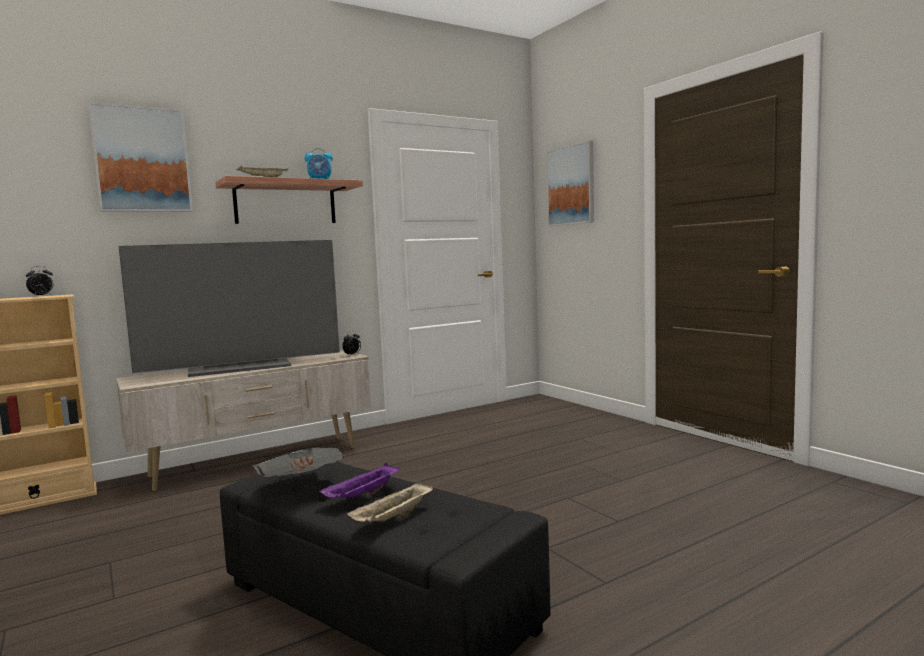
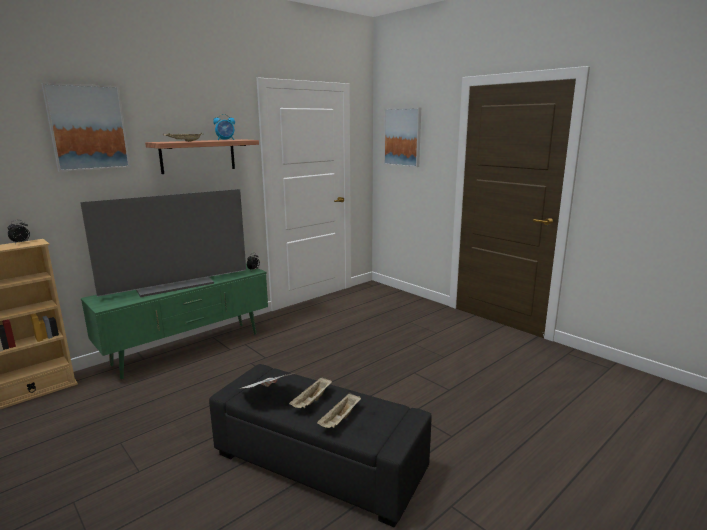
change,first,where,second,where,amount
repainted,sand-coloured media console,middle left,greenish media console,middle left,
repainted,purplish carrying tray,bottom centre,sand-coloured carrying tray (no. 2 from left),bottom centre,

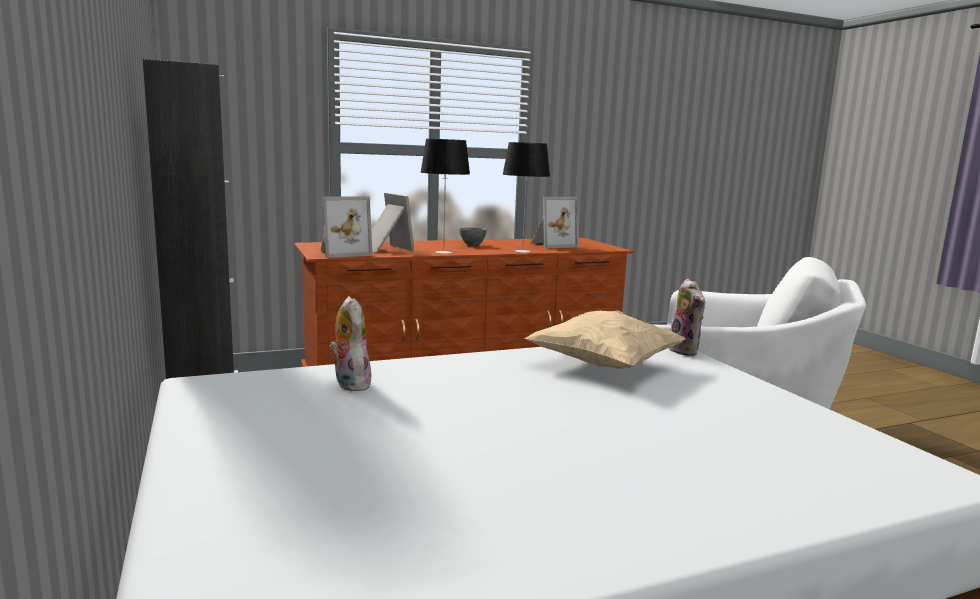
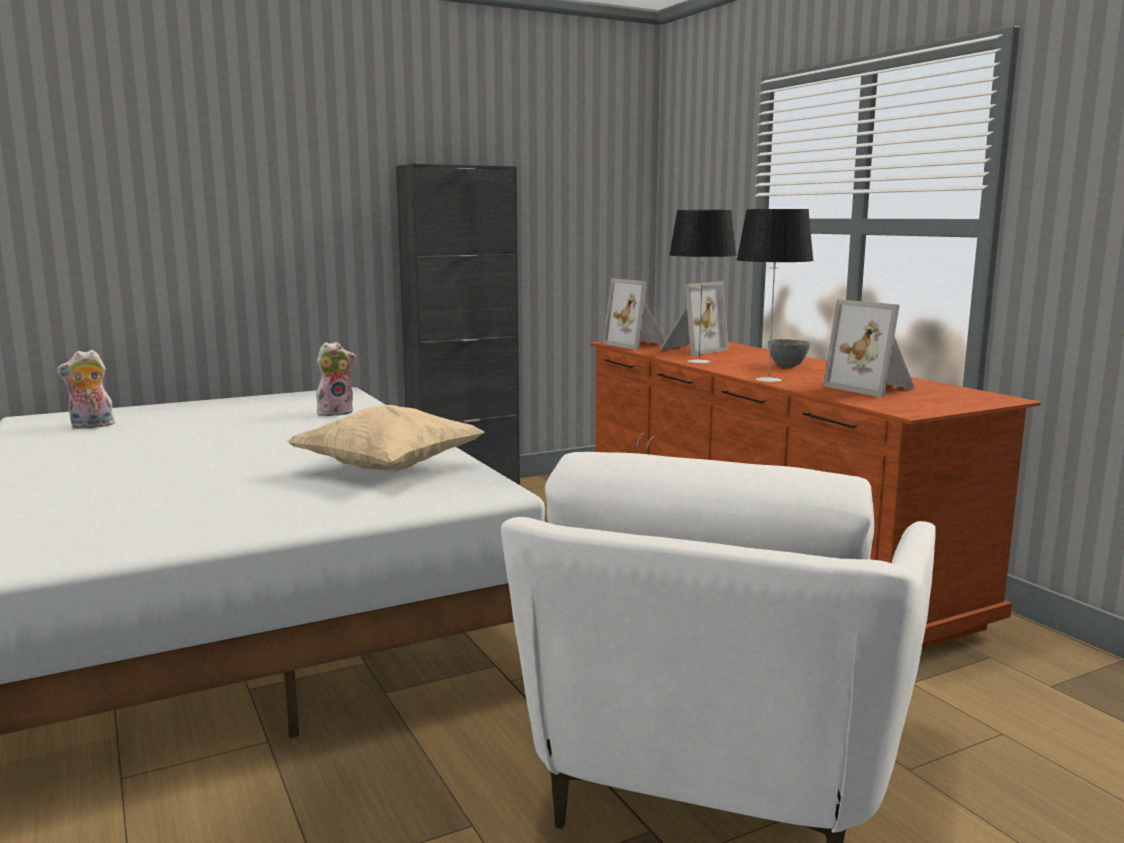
change,first,where,second,where,amount
shifted,cuddly toy (no. 2 from left in the first image),middle right,cuddly toy (no. 1 from left),middle left,

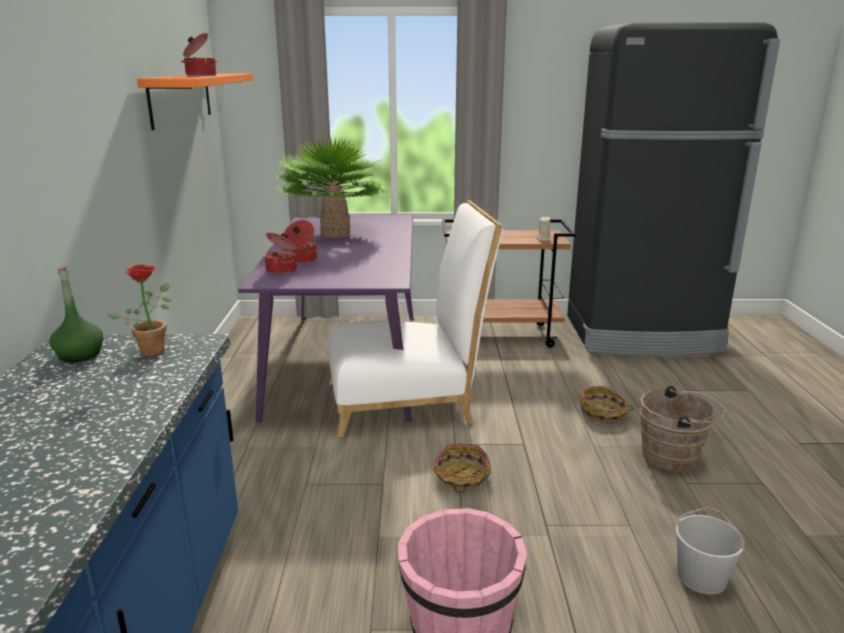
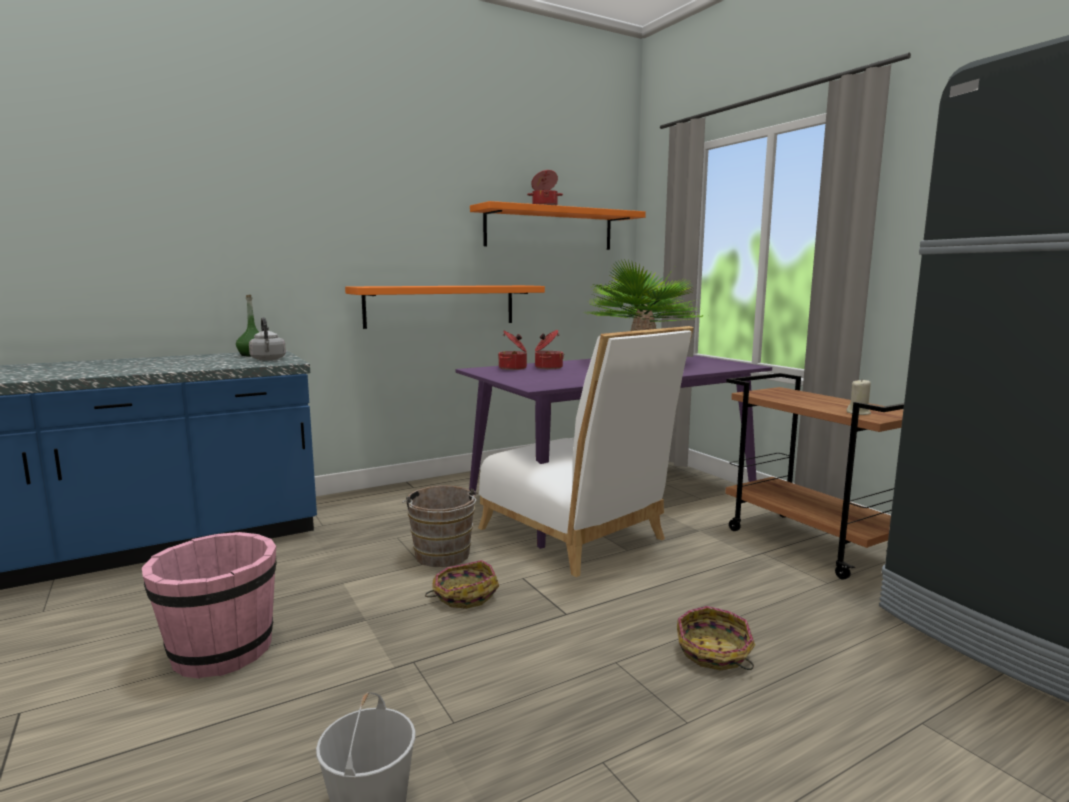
change,first,where,second,where,amount
swapped,potted plant (no. 1 from left),middle left,greyish water kettle,middle left,
shifted,brown water bucket,bottom right,,centre,
new,,,orange wall shelf (no. 1 from left),centre,

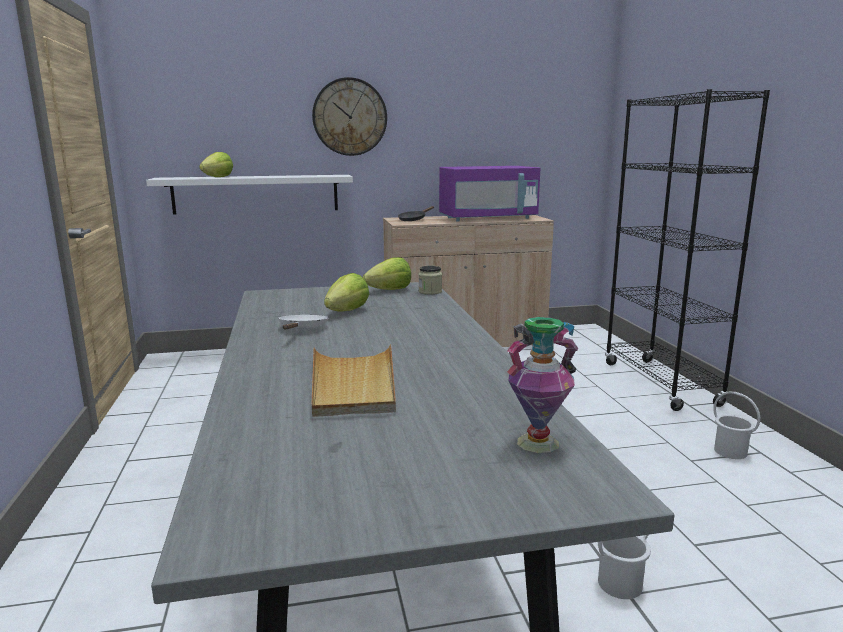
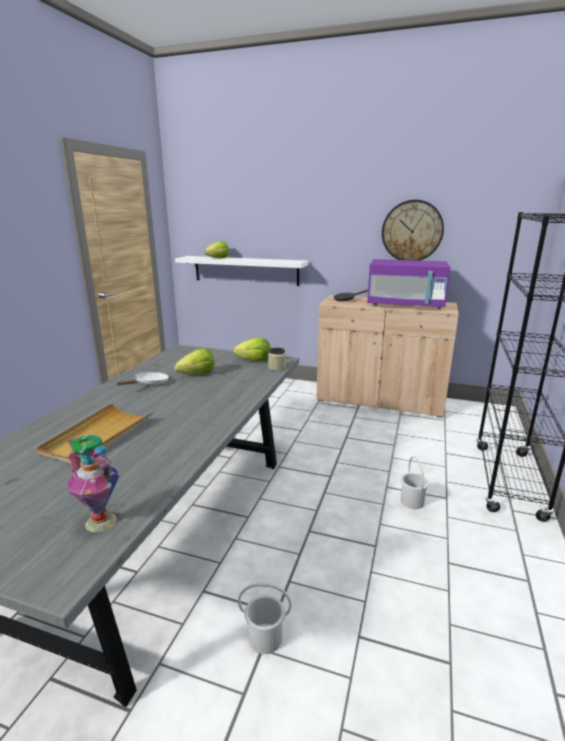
change,first,where,second,where,amount
shifted,clock on the wall,top centre,,top right,
shifted,white-coloured water bucket (no. 2 from left),bottom right,,middle right,

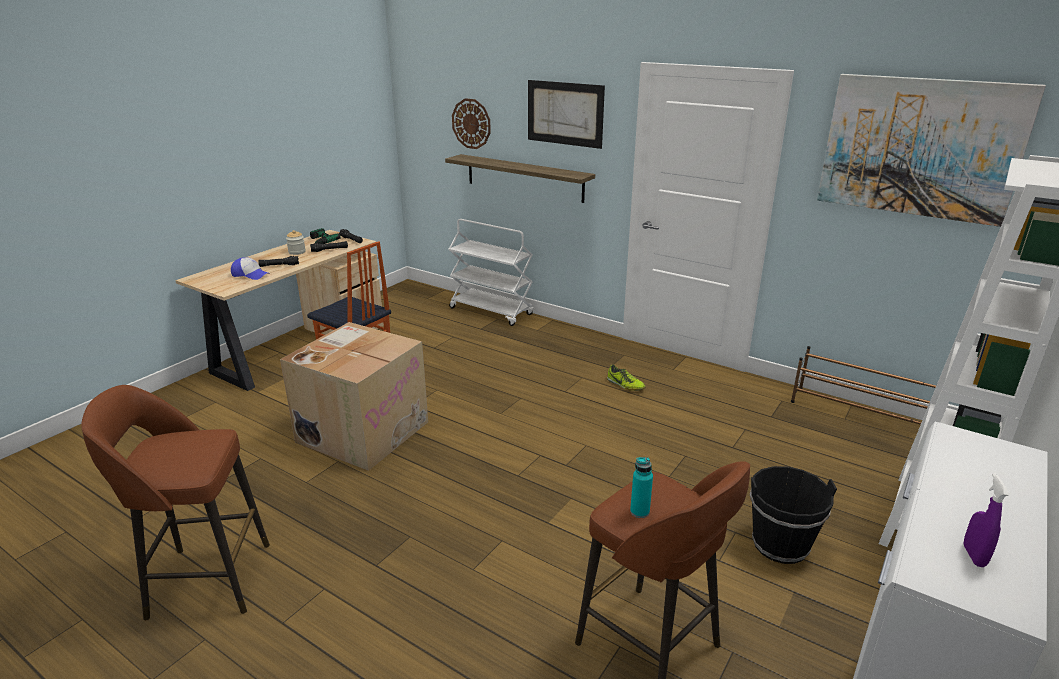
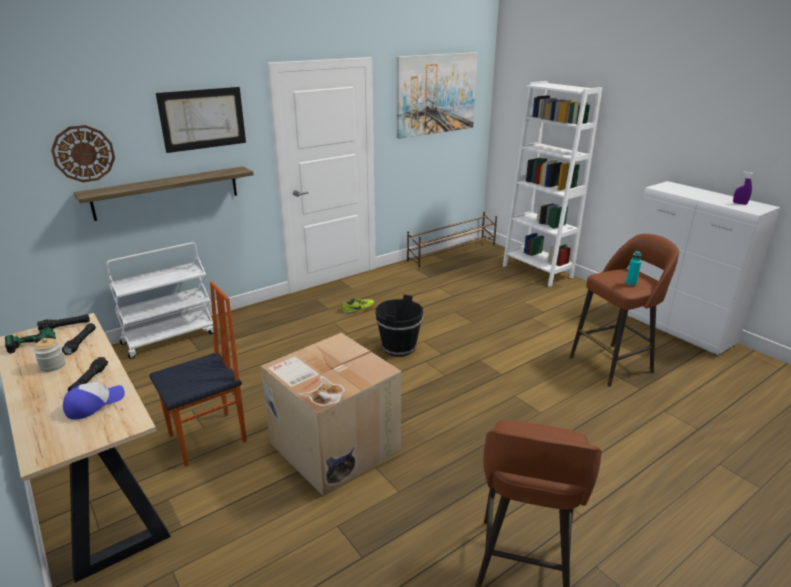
change,first,where,second,where,amount
shifted,black-coloured water bucket,bottom right,,centre,

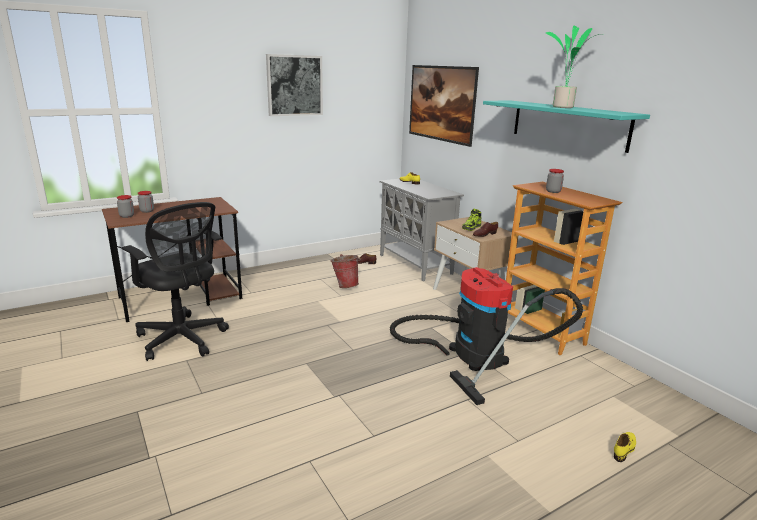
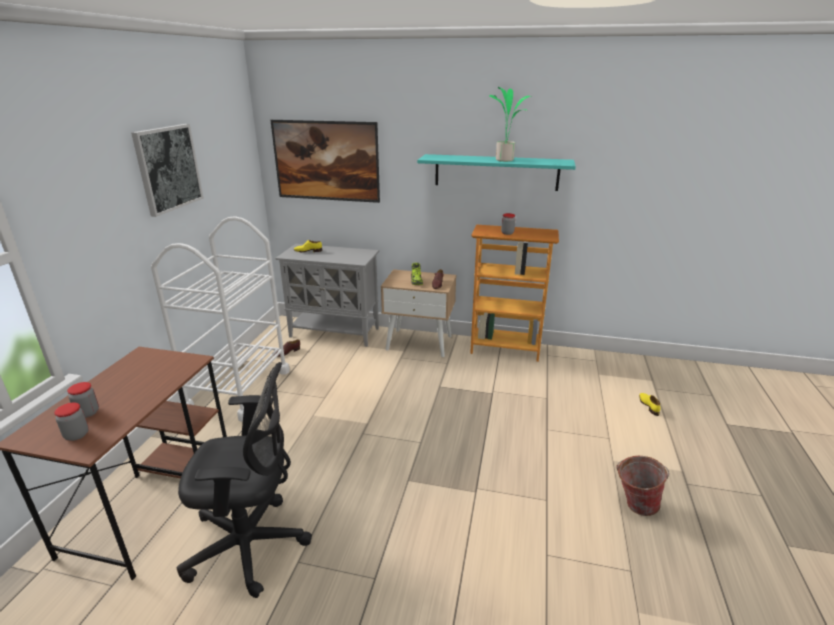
change,first,where,second,where,amount
shifted,water bucket,centre,,bottom right,
gone,vacuum,centre,,,
new,,,white-coloured wheeled cart,middle left,

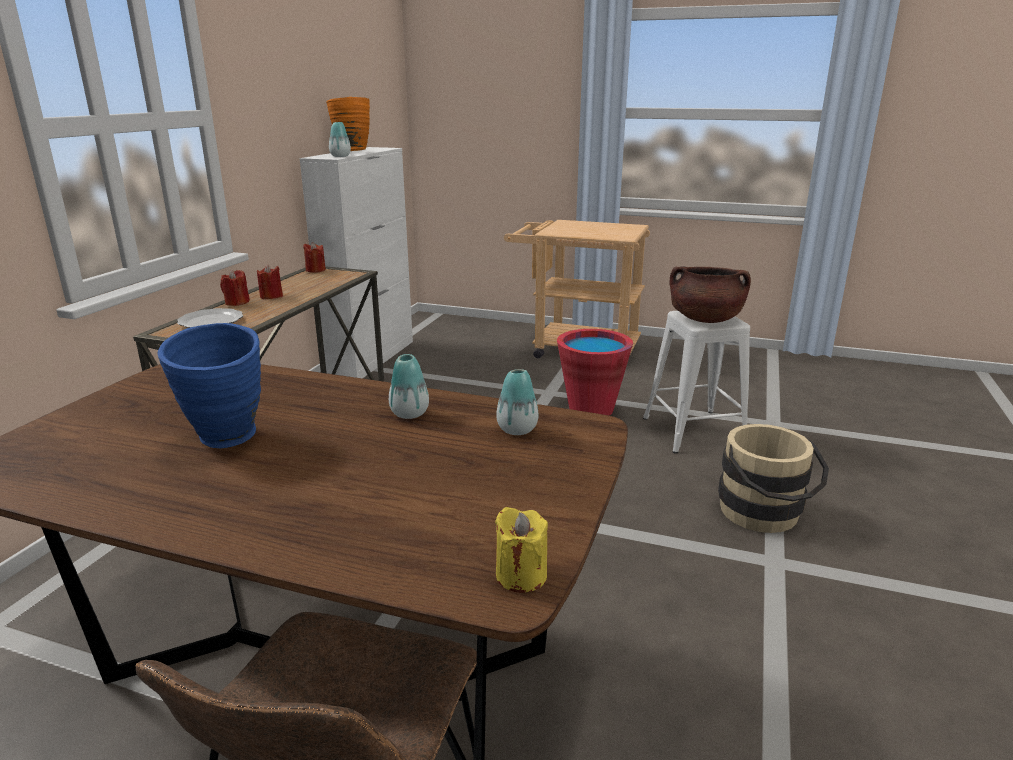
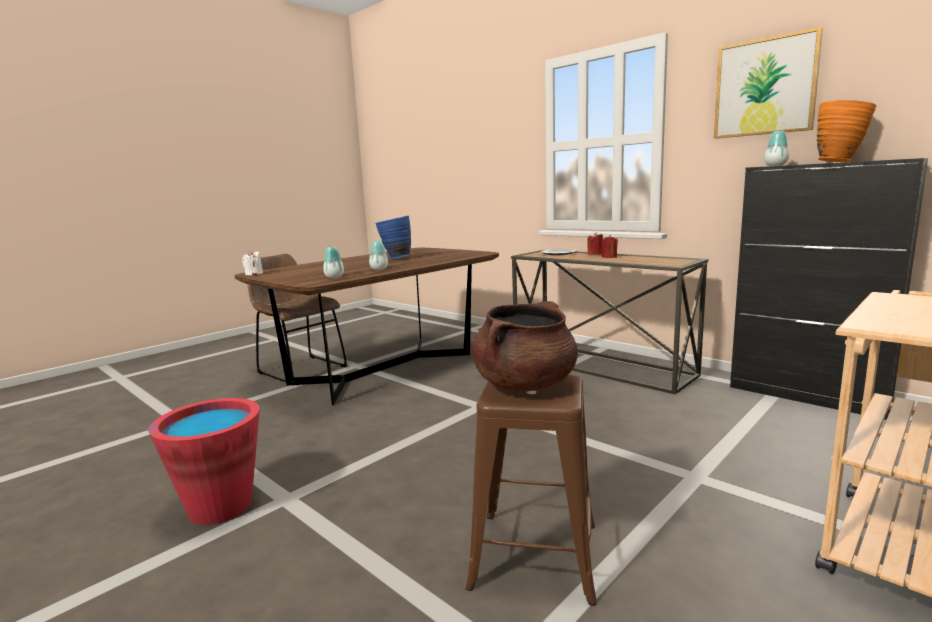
change,first,where,second,where,amount
repainted,white-coloured storage cabinet,centre,black-coloured storage cabinet,middle right,
gone,reddish candle (no. 3 from left),middle left,,,
repainted,white-coloured stool,middle right,brown stool,bottom centre,
shifted,reddish water bucket,centre,,bottom left,
gone,sand-coloured water bucket,middle right,,,
repainted,yellow-coloured candle,bottom centre,white-coloured candle,middle left,
new,,,wall art,top right,

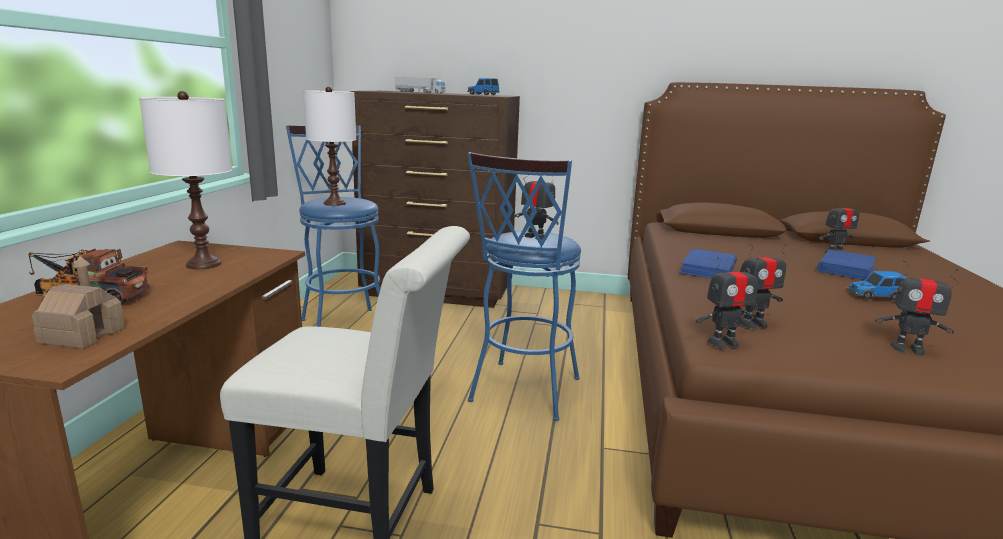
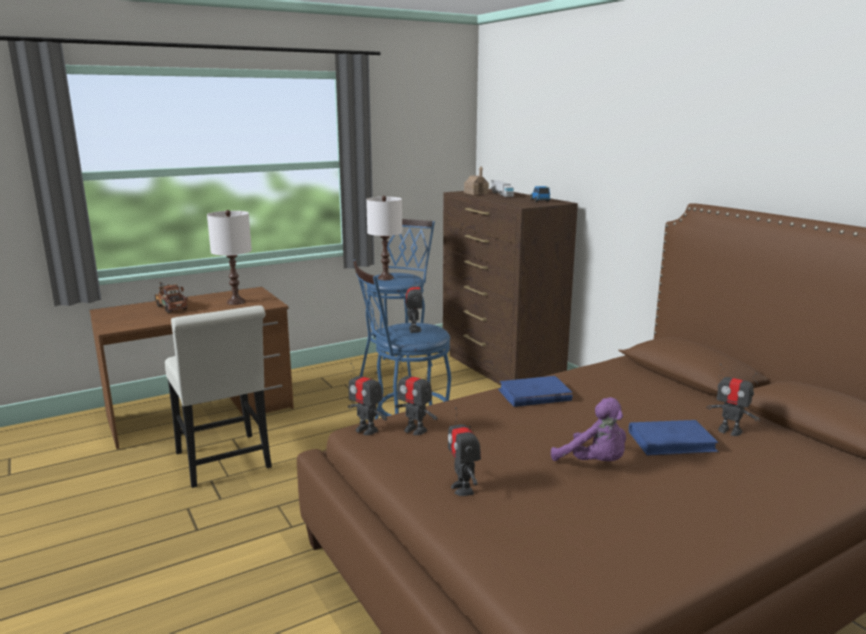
change,first,where,second,where,amount
shifted,miniature house,middle left,,top centre,
swapped,toy car (no. 2 from left),middle right,purplish cuddly toy,bottom right,

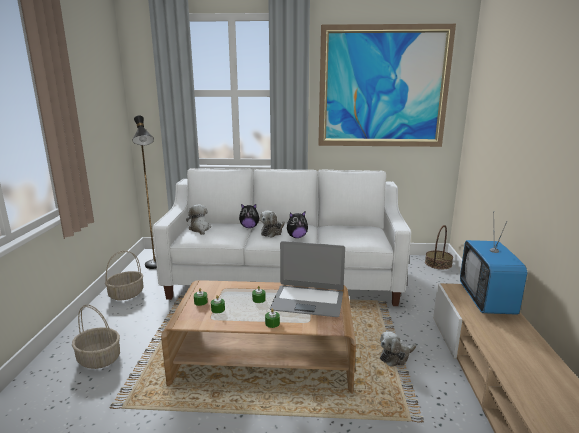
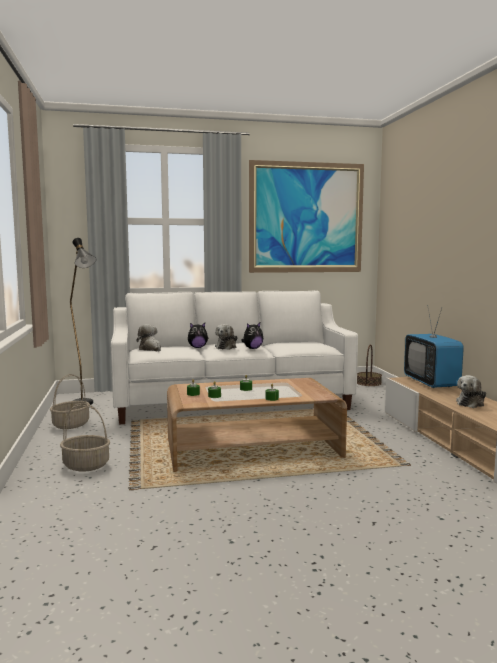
change,first,where,second,where,amount
gone,portable computer,centre,,,
shifted,cuddly toy (no. 5 from left),bottom right,,middle right,

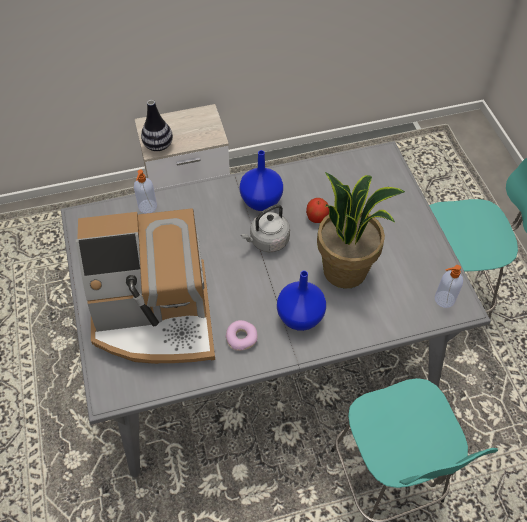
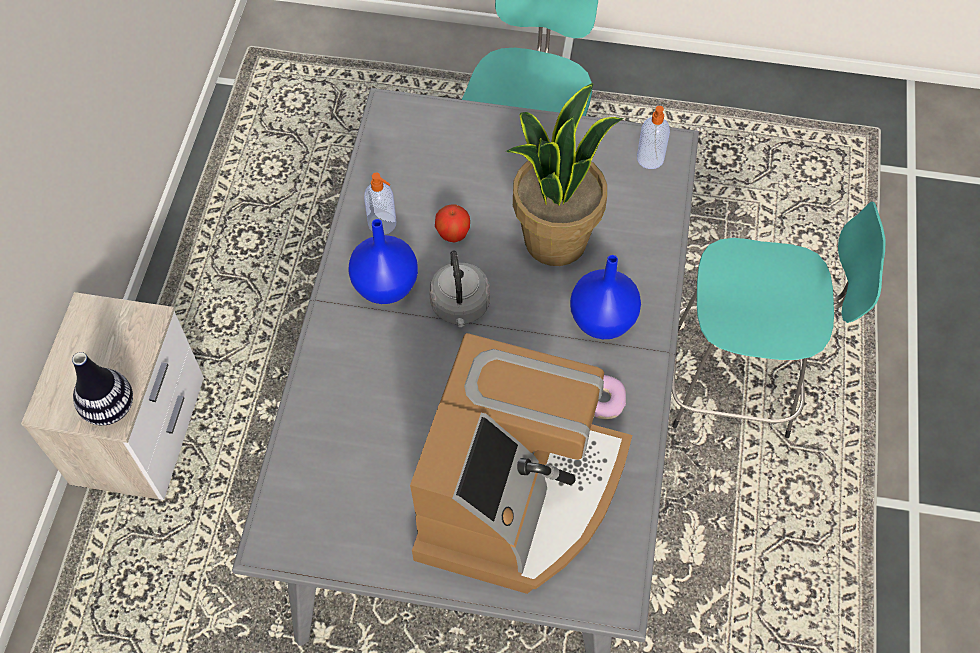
change,first,where,second,where,amount
shifted,soap bottle (no. 1 from left),middle left,,top centre,

